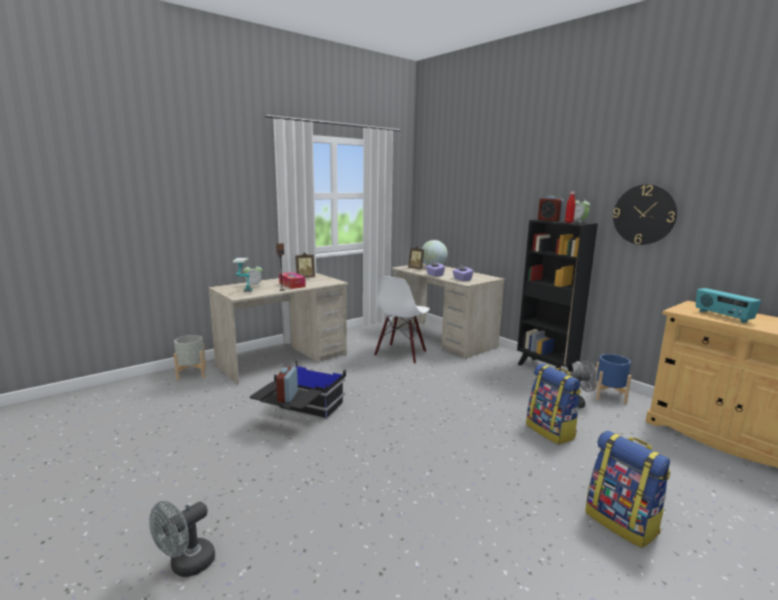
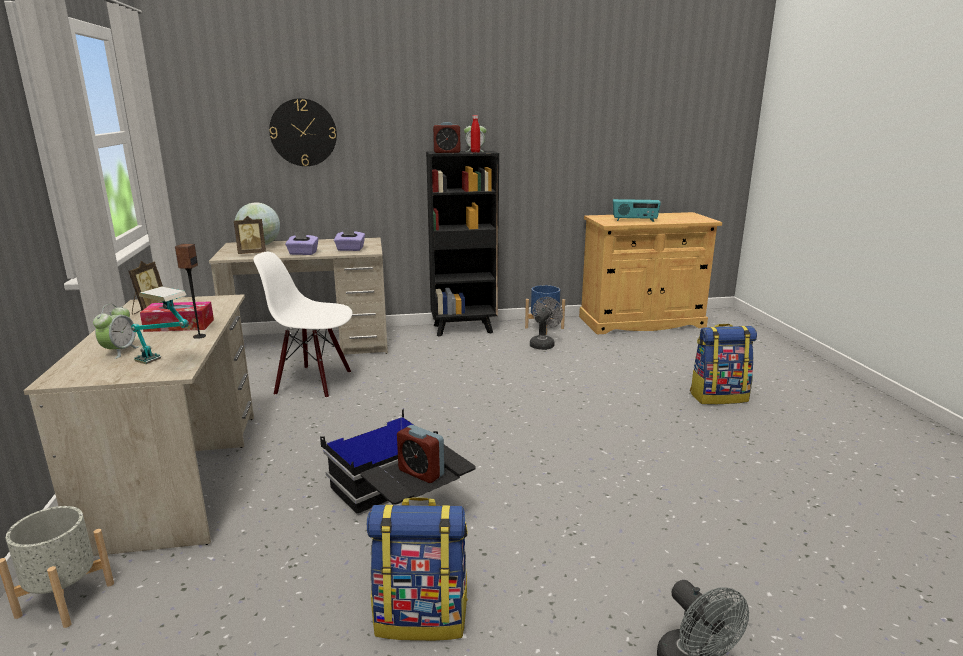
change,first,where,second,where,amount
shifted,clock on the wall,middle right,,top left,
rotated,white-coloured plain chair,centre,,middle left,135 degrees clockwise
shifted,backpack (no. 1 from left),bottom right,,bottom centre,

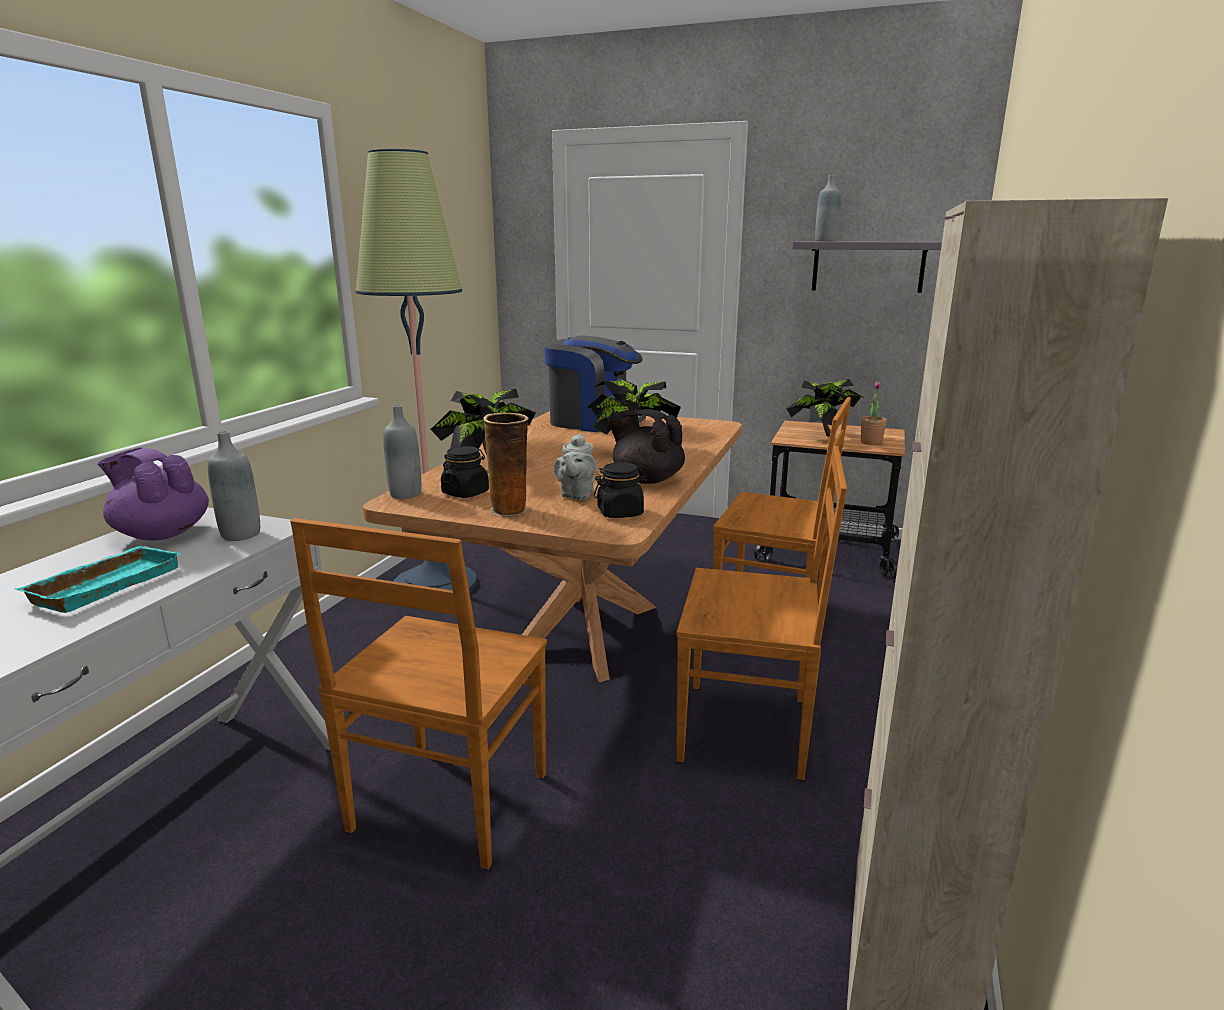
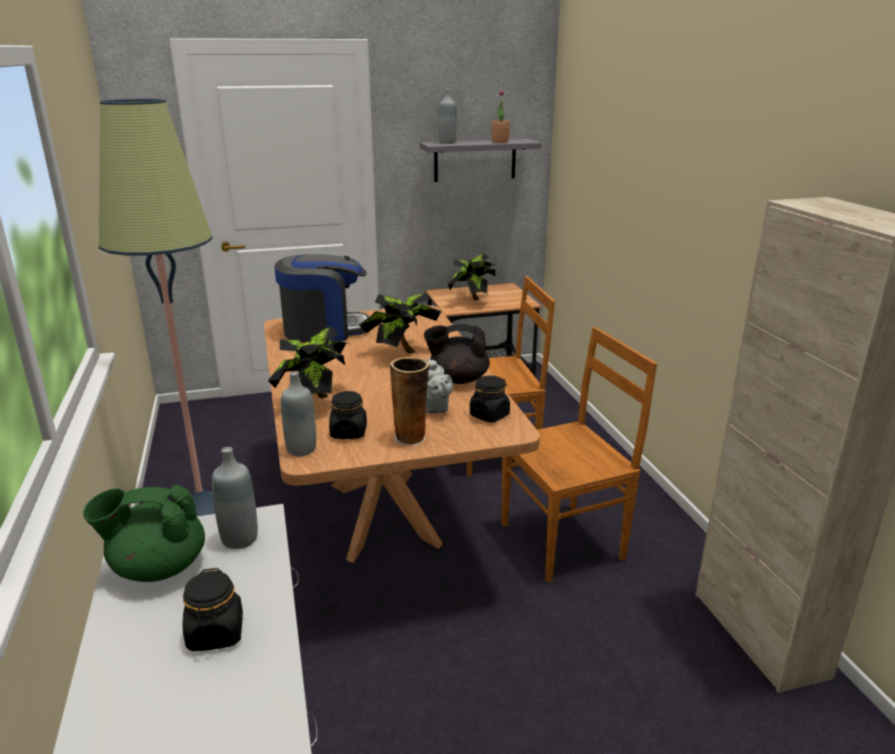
change,first,where,second,where,amount
shifted,potted plant (no. 4 from left),middle right,,top centre,
repainted,purplish teapot,middle left,greenish teapot,bottom left,
gone,brown plain chair (no. 1 from left),bottom centre,,,
swapped,turquoise-coloured carrying tray,middle left,black-coloured storage jar (no. 1 from left),bottom left,

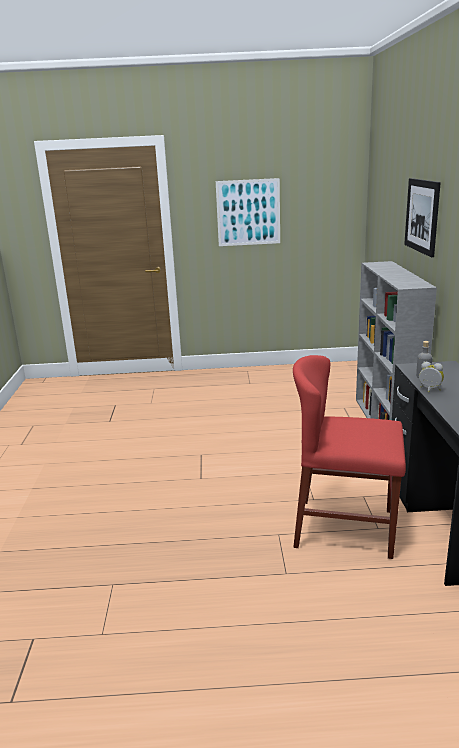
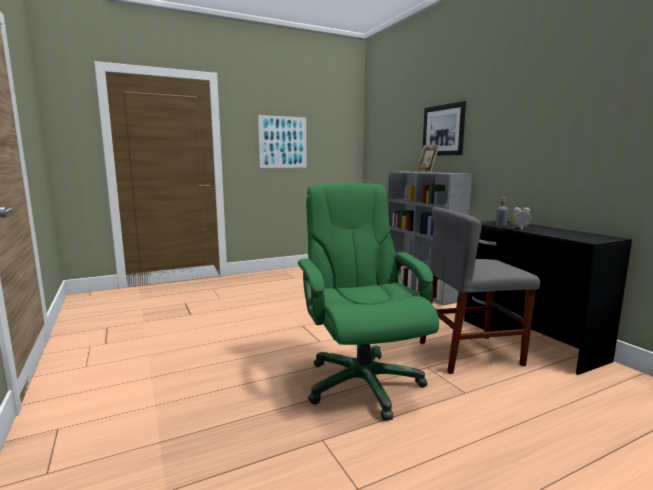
change,first,where,second,where,amount
repainted,reddish plain chair,middle right,greyish plain chair,middle right,
new,,,picture frame,top centre,
new,,,greenish computer chair,centre,

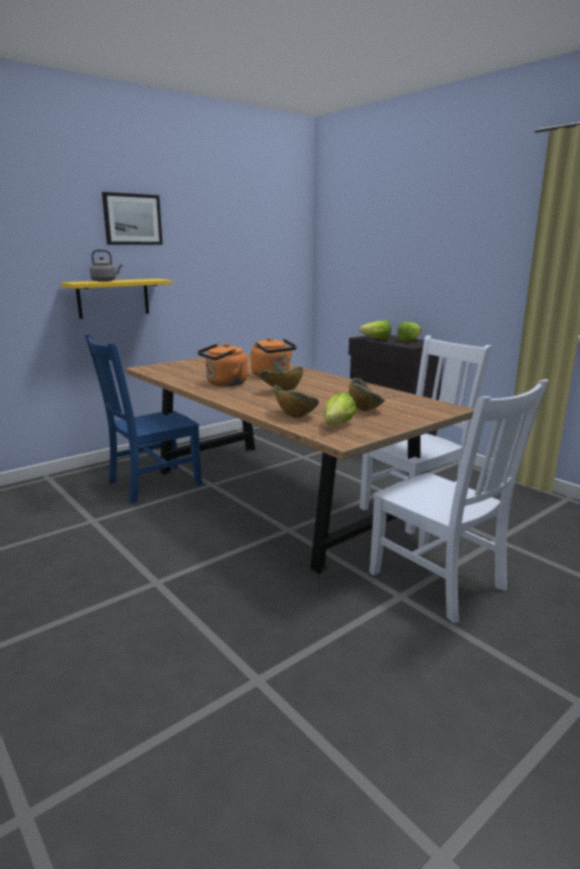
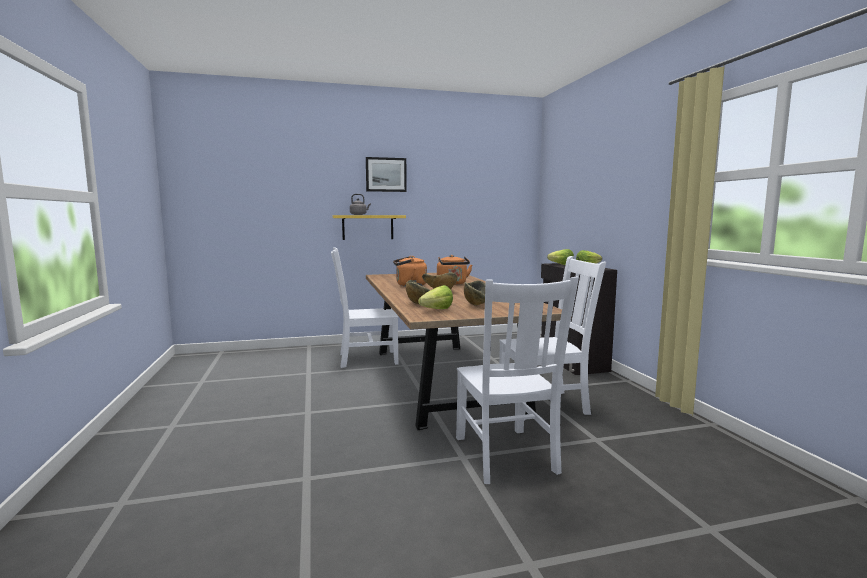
change,first,where,second,where,amount
repainted,blue-coloured plain chair,middle left,white-coloured plain chair (no. 1 from left),centre,

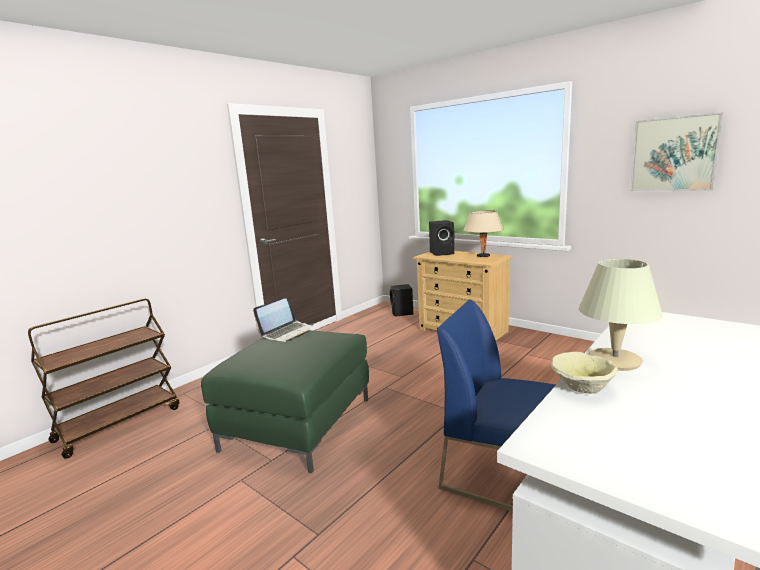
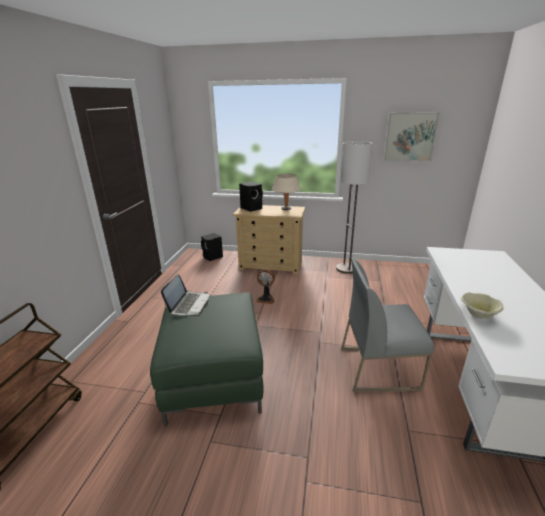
change,first,where,second,where,amount
gone,sand-coloured tabletop lamp (no. 2 from left),middle right,,,
repainted,blue-coloured plain chair,bottom centre,greyish plain chair,middle right,
new,,,standard lamp,centre,
new,,,electric fan,centre,

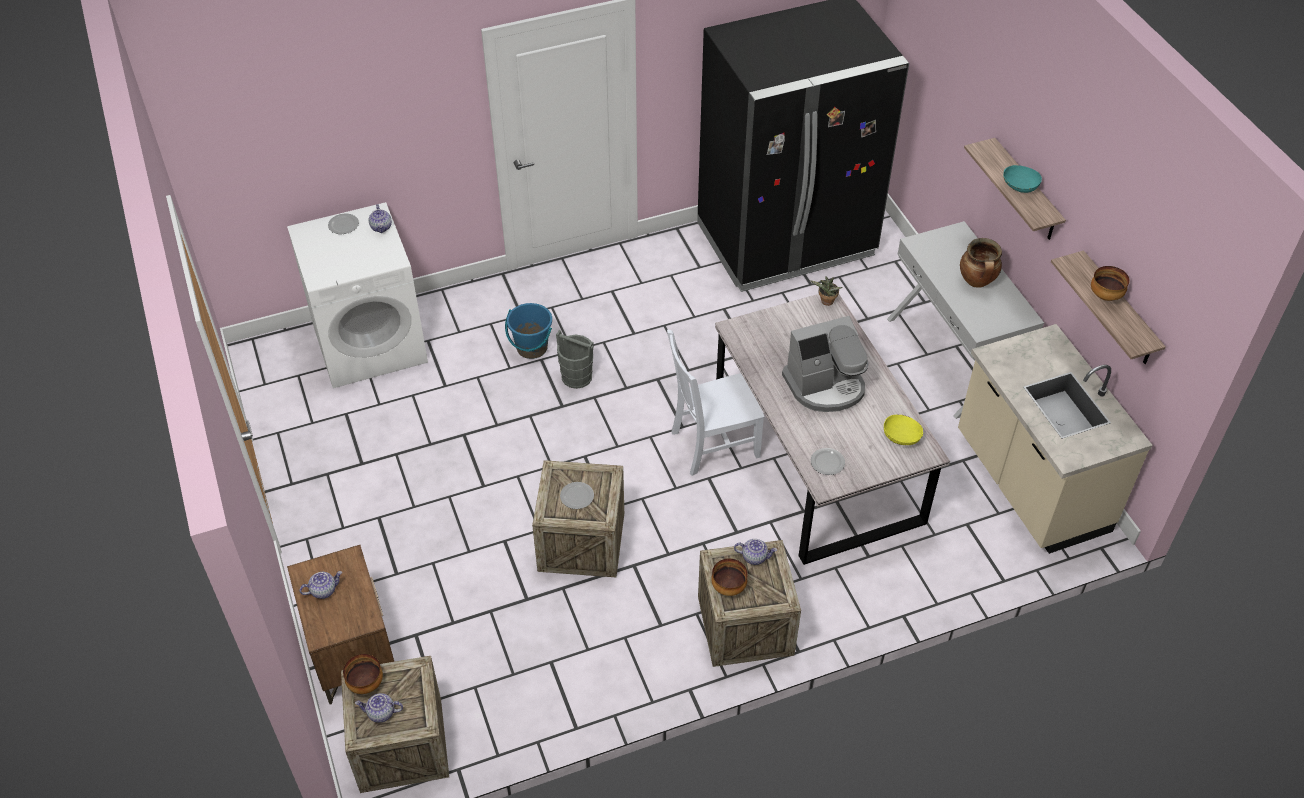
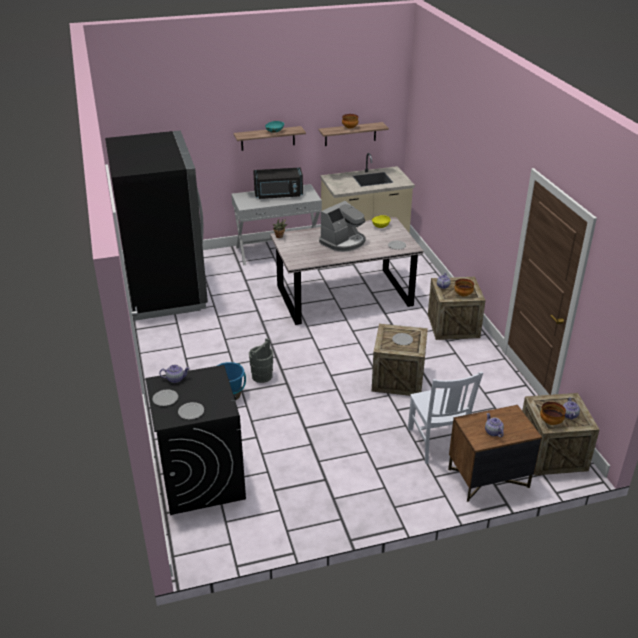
change,first,where,second,where,amount
repainted,white-coloured laundry machine,middle left,black-coloured laundry machine,bottom left,
swapped,stockpot,top right,black-coloured microwave,top centre,
rotated,coffee machine,centre,,centre,60 degrees clockwise
shifted,white-coloured plain chair,centre,,middle right,
new,,,plate (no. 2 from left),middle left,

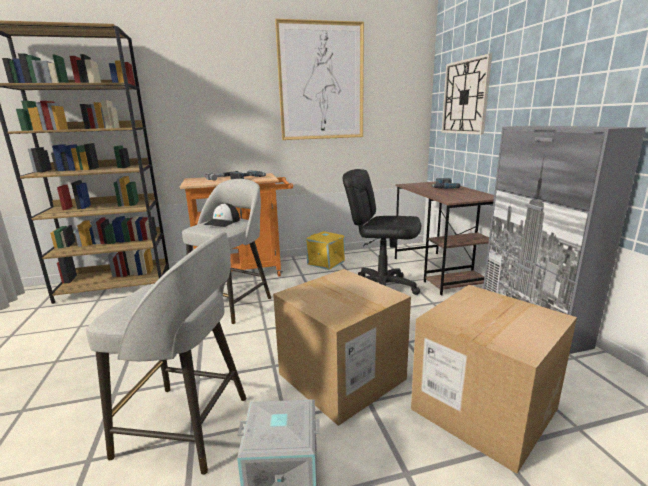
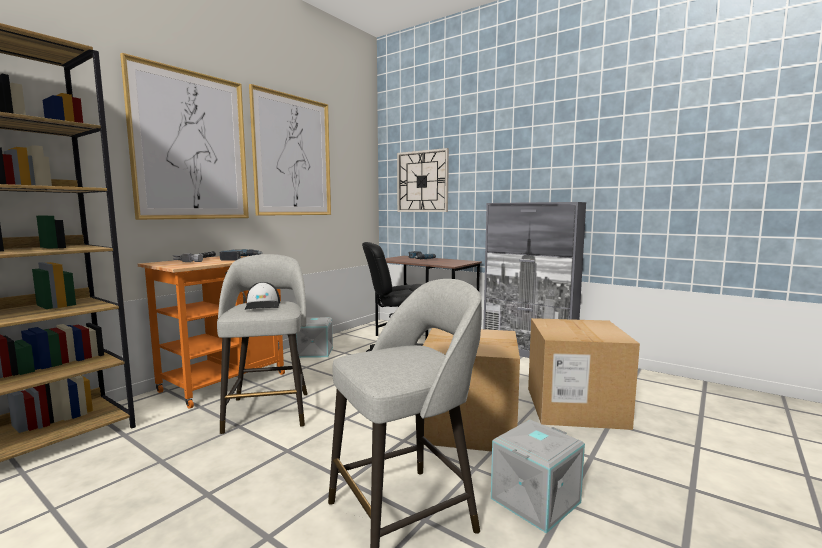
change,first,where,second,where,amount
repainted,yellow-coloured storage container,centre,greyish storage container (no. 1 from left),centre,
new,,,wall art (no. 1 from left),top left,

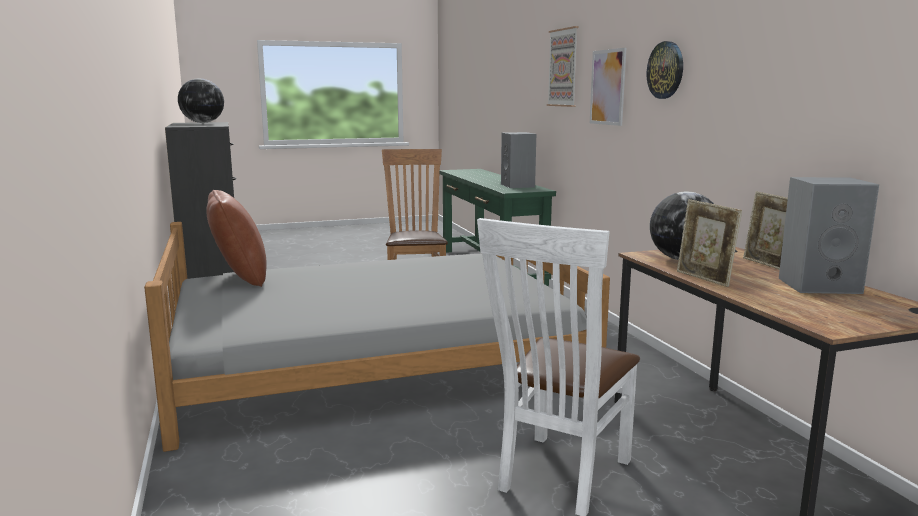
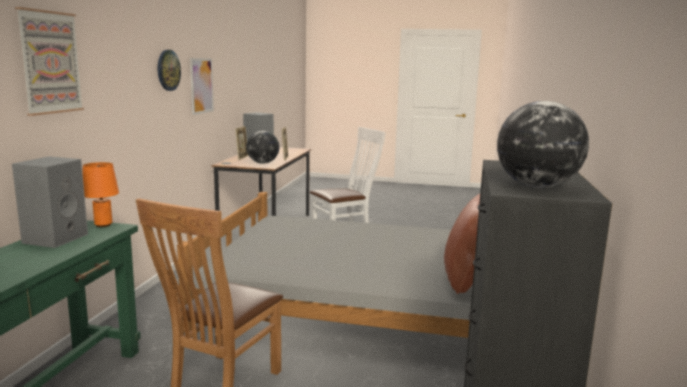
change,first,where,second,where,amount
shifted,wall art (no. 2 from left),top centre,,top left,
new,,,orange tabletop lamp,middle left,

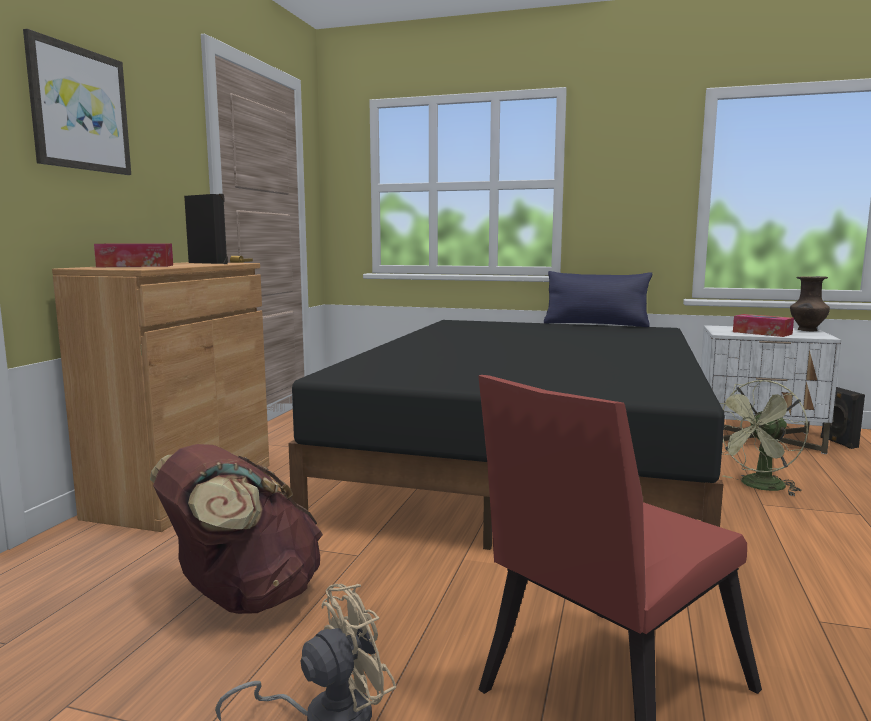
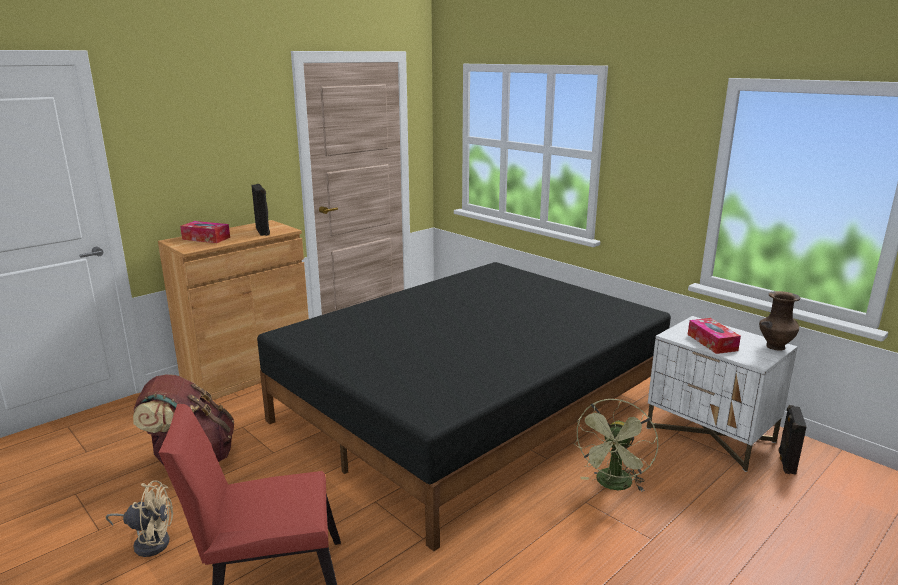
change,first,where,second,where,amount
gone,wall art,top left,,,
gone,blue-coloured pillow,middle right,,,
rotated,greenish electric fan,middle right,,bottom right,60 degrees counterclockwise

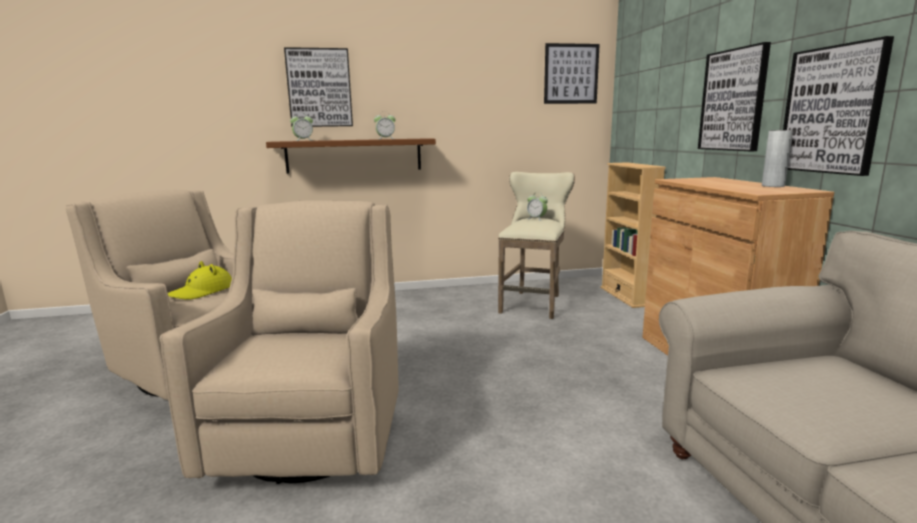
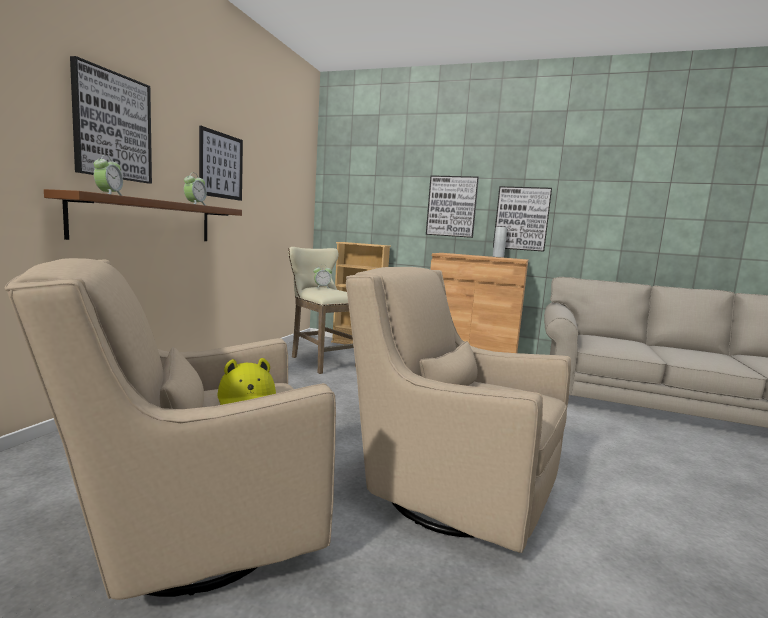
change,first,where,second,where,amount
shifted,wall art (no. 2 from left),top centre,,top left,

